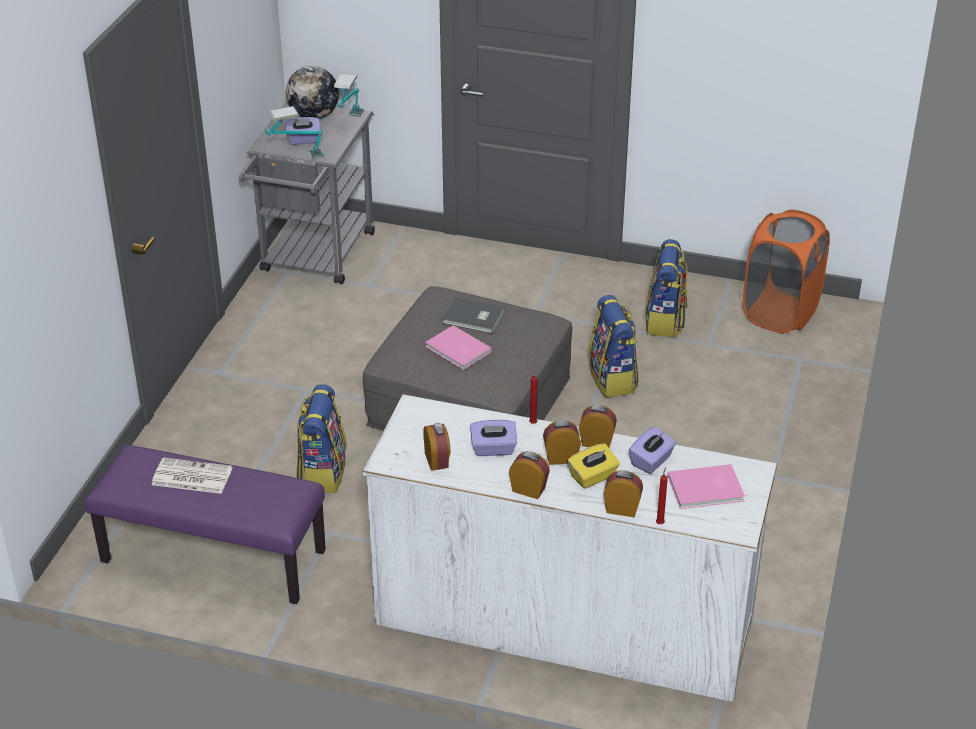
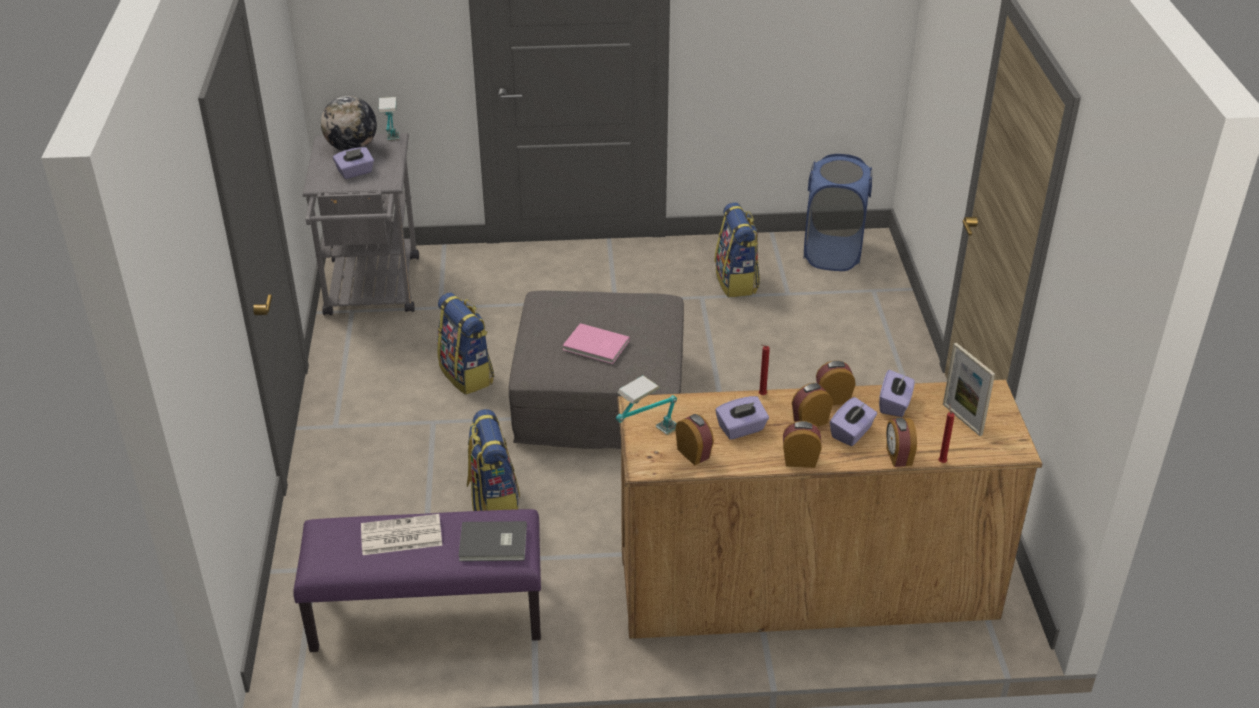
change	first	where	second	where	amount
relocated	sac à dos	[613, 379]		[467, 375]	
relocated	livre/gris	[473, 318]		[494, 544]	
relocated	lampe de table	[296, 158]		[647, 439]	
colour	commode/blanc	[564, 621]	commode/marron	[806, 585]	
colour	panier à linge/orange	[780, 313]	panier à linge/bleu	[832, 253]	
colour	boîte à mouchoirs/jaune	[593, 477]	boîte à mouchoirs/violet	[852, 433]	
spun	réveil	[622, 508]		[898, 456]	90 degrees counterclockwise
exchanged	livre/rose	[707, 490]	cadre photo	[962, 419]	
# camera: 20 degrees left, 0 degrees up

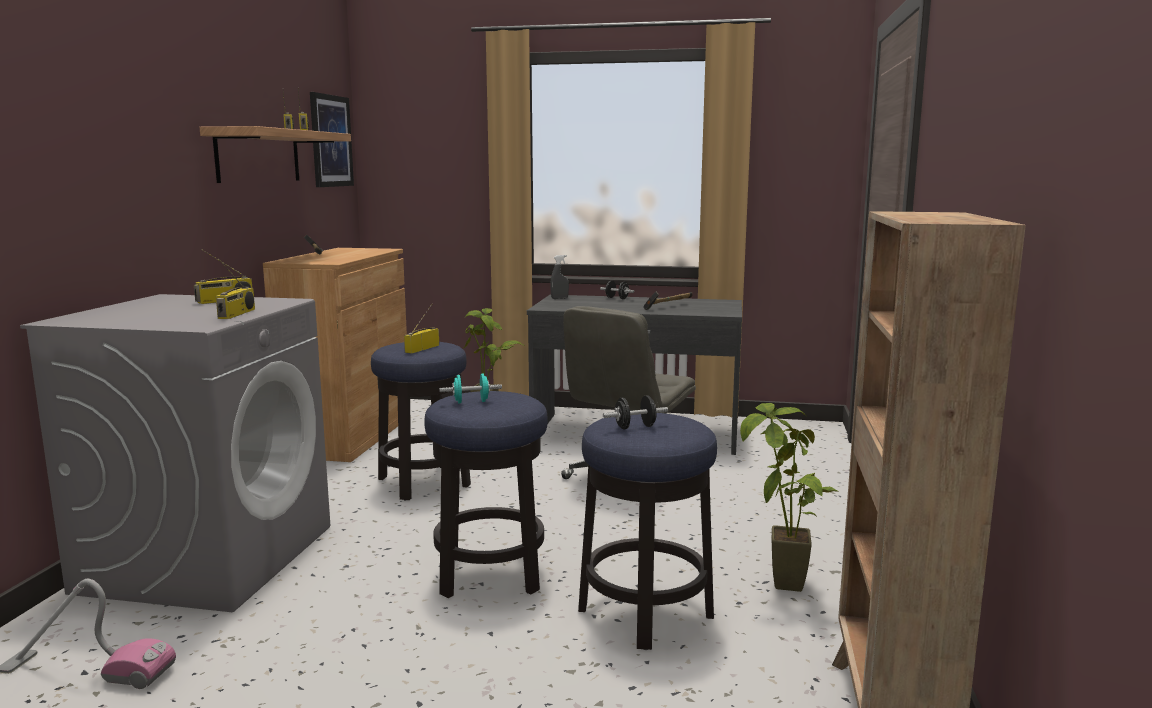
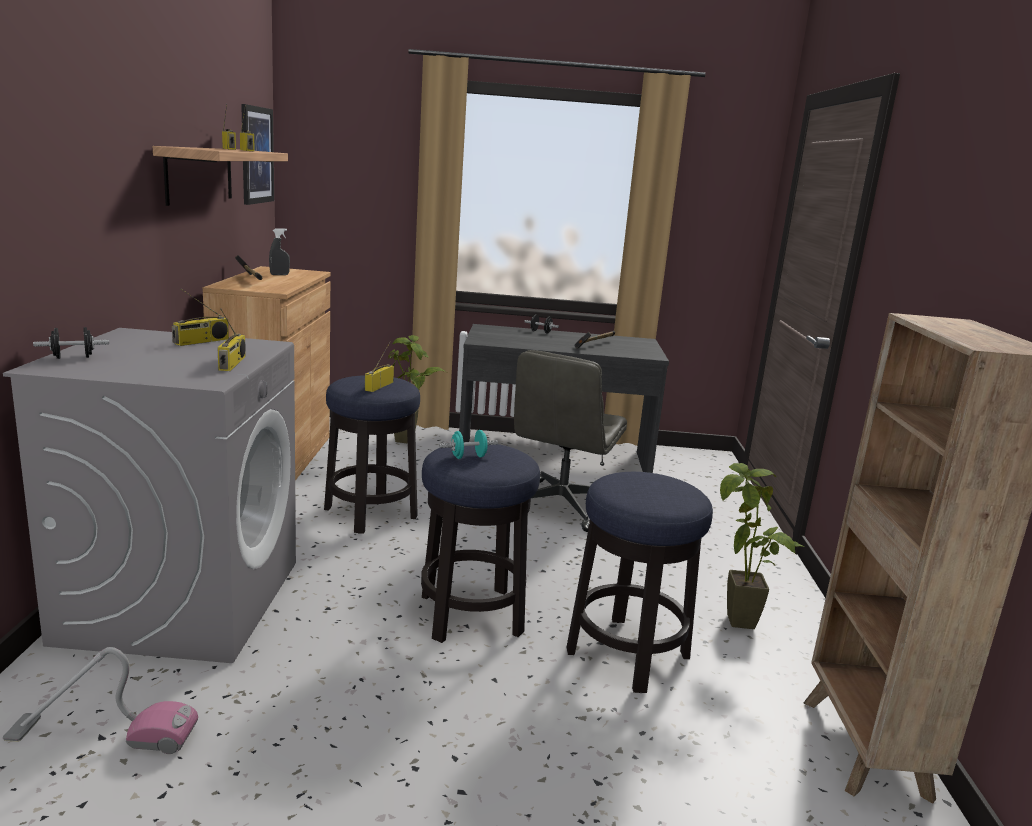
change	first	where	second	where	amount
relocated	haltère/noir	[635, 427]		[73, 357]	
relocated	vaporisateur/gris	[559, 298]		[279, 275]	
# camera: 10 degrees left, 5 degrees up

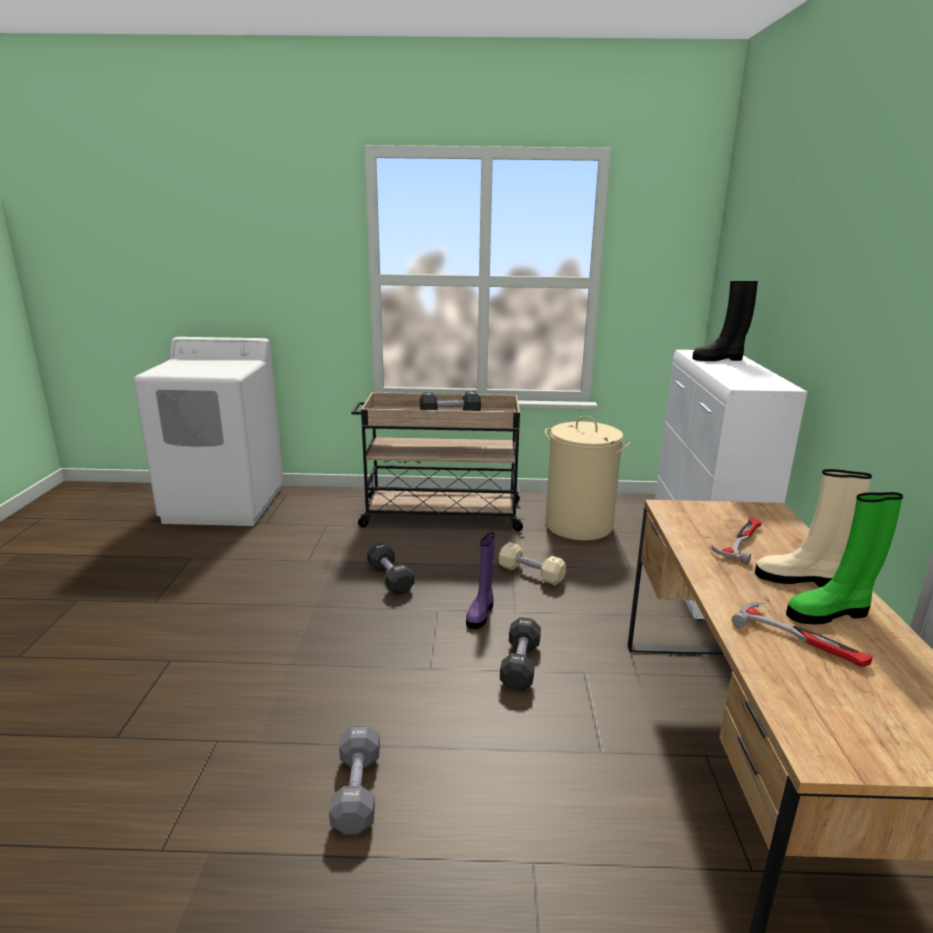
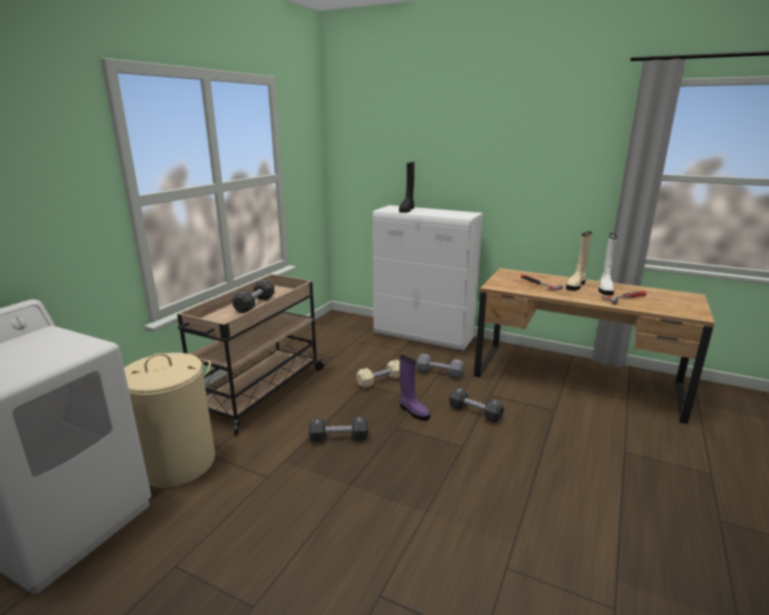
change	first	where	second	where	amount
relocated	panier à linge/beige	[579, 525]		[177, 463]	
relocated	haltère/gris	[357, 791]		[439, 373]	
colour	botte/vert	[829, 613]	botte/blanc	[605, 289]	
# camera: 65 degrees left, 0 degrees up

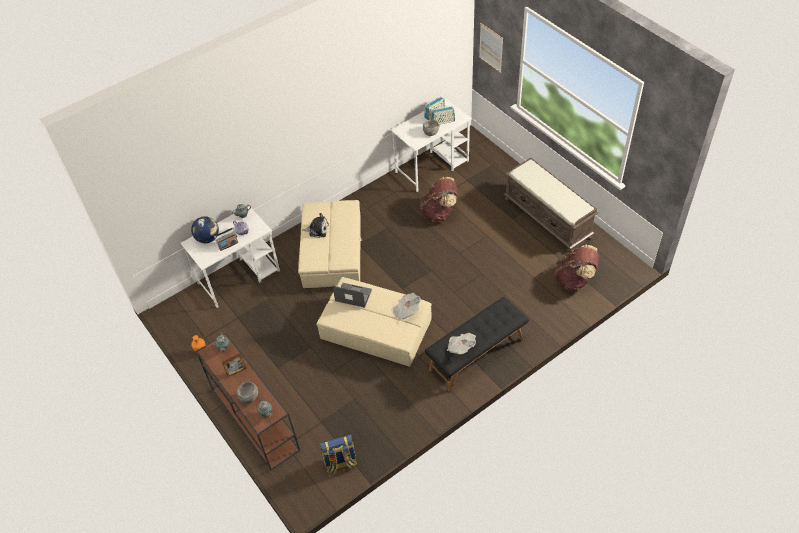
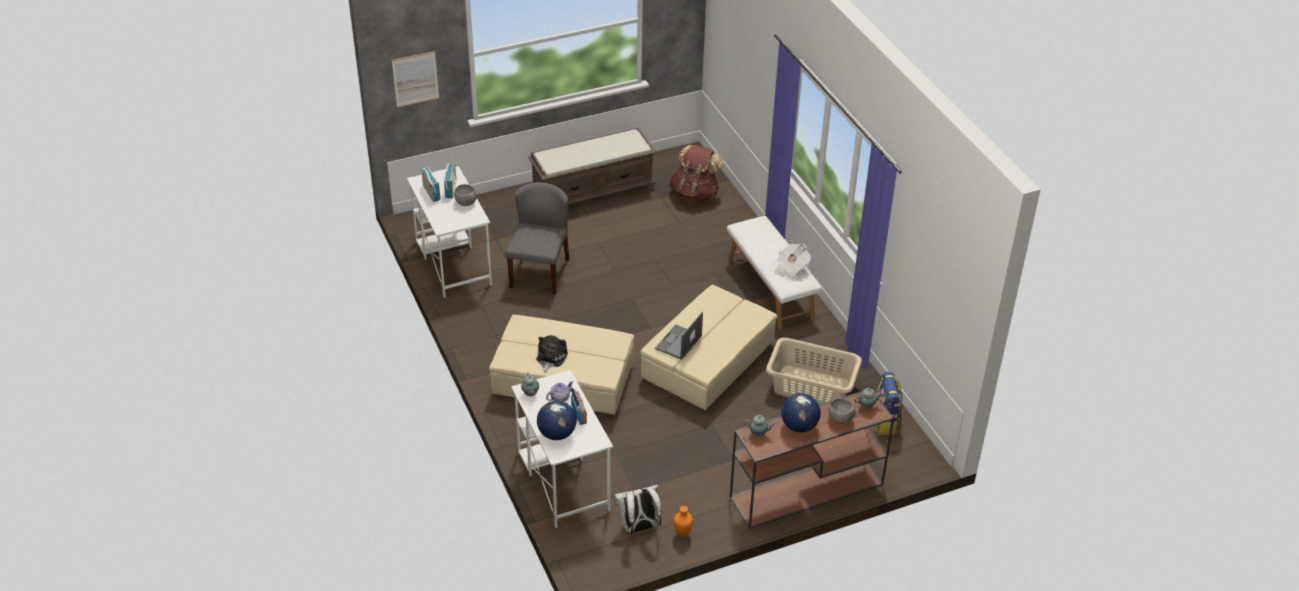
change	first	where	second	where	amount
exchanged	sac à dos/marron	[439, 212]	chaise/gris	[539, 273]	
appeared			sac à dos/blanc	[638, 527]	
colour	banc/noir	[476, 354]	banc/blanc	[771, 288]	
appeared			panier à linge/beige	[811, 387]	
exchanged	cadre photo	[236, 372]	globe	[799, 426]	
missing	journal	[406, 311]			
# camera: 80 degrees left, 10 degrees down

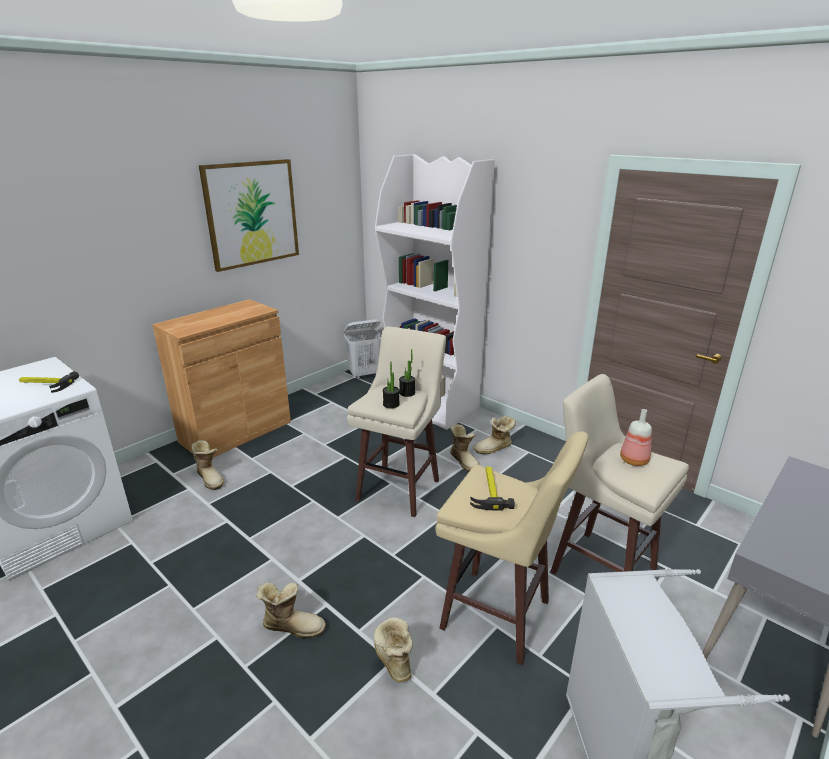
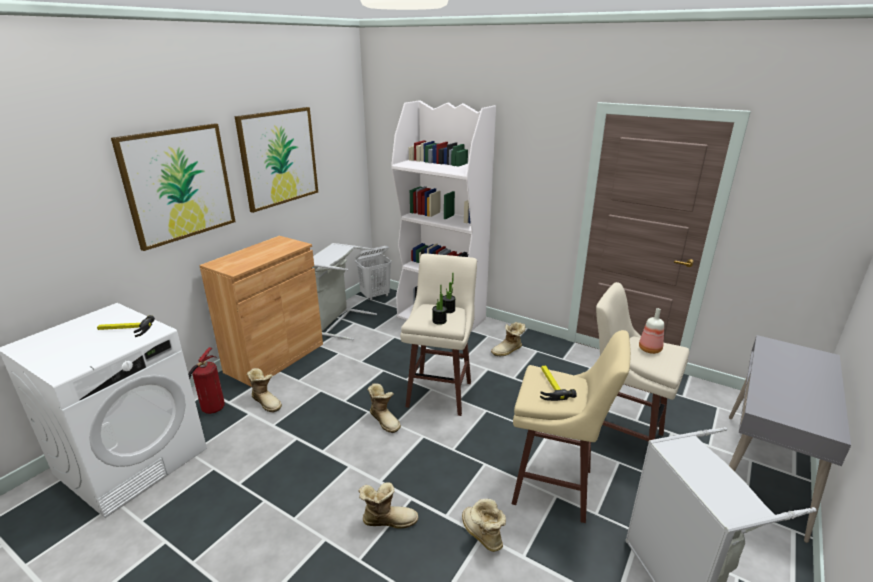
change	first	where	second	where	amount
appeared			tableau	[179, 184]	
appeared			extincteur	[211, 409]	
appeared			panier à linge/gris	[338, 322]	
relocated	botte	[465, 461]		[385, 420]	
# camera: 10 degrees left, 0 degrees up

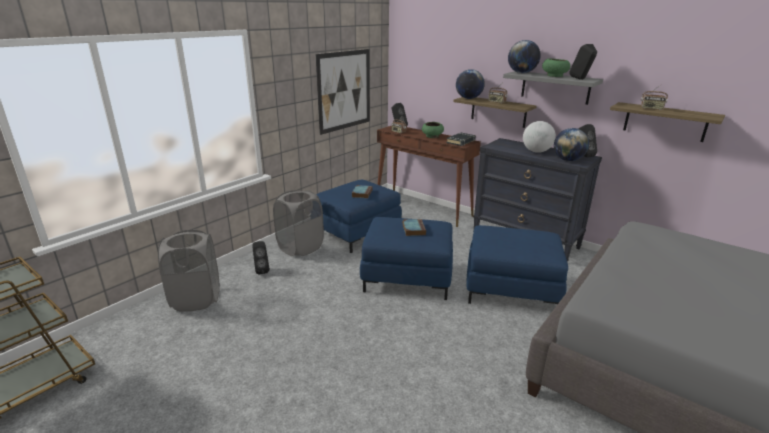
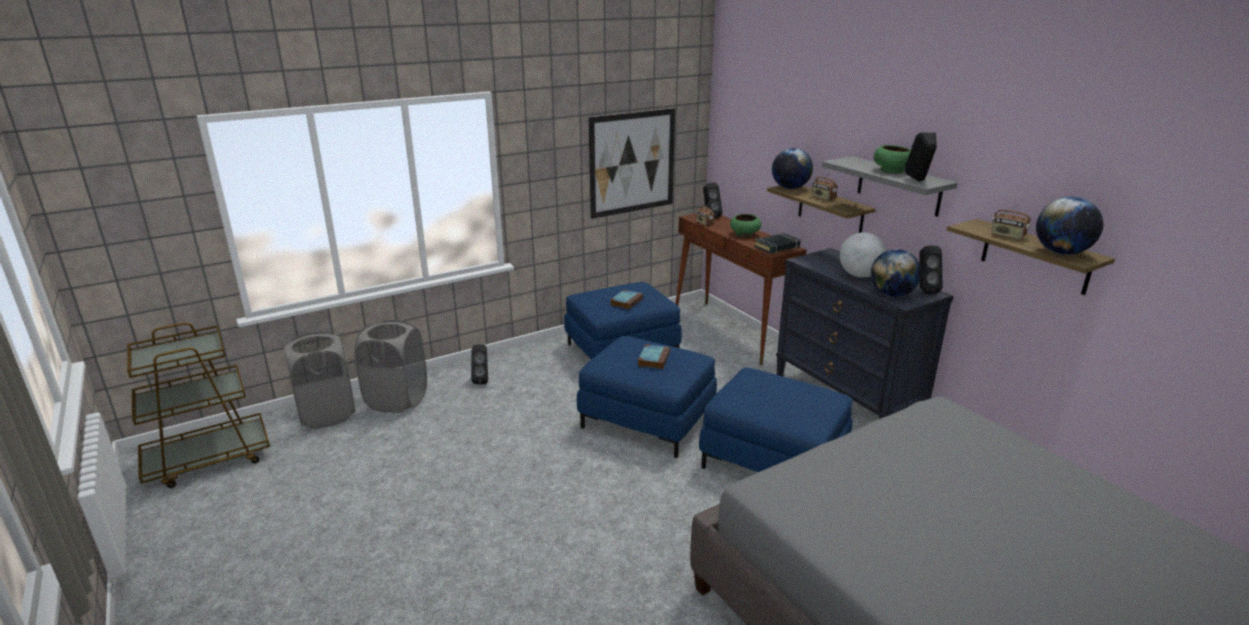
change	first	where	second	where	amount
relocated	panier à linge/gris	[300, 247]		[327, 414]	
relocated	globe	[521, 73]		[1061, 253]	
# camera: 20 degrees right, 0 degrees up

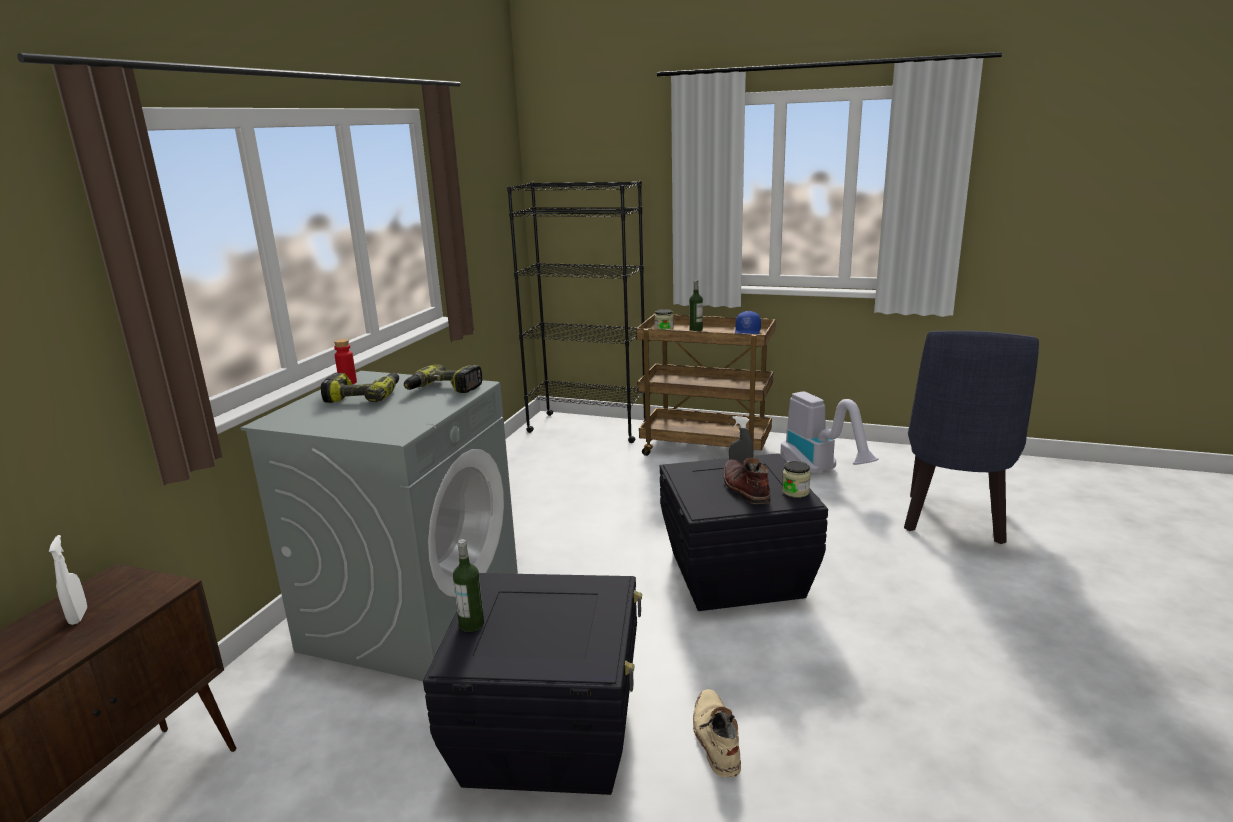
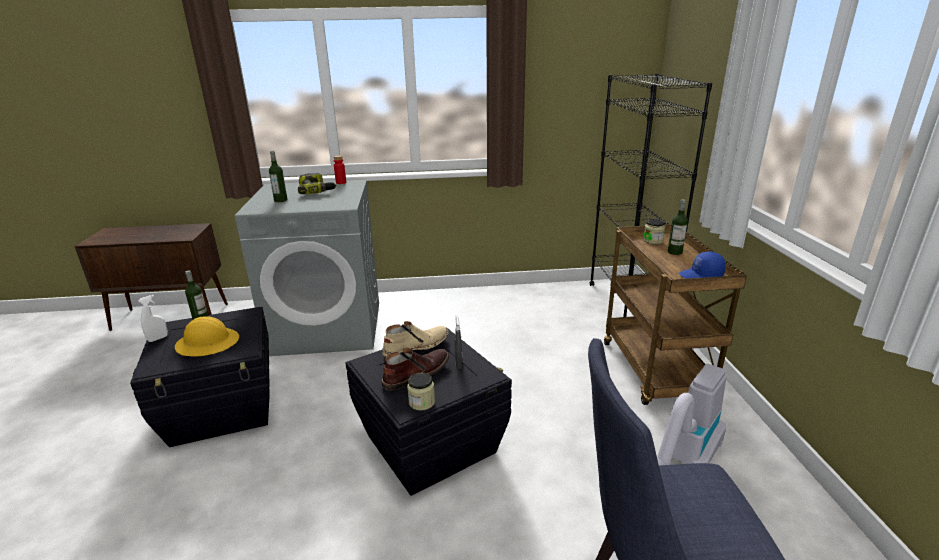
change	first	where	second	where	amount
relocated	vaporisateur/blanc	[78, 616]		[158, 338]	
appeared			casque de chantier/jaune	[208, 343]	
appeared			bouteille	[280, 200]	
relocated	botte/beige	[715, 739]		[415, 346]	
missing	perceuse	[443, 389]			
# camera: 65 degrees right, 5 degrees up

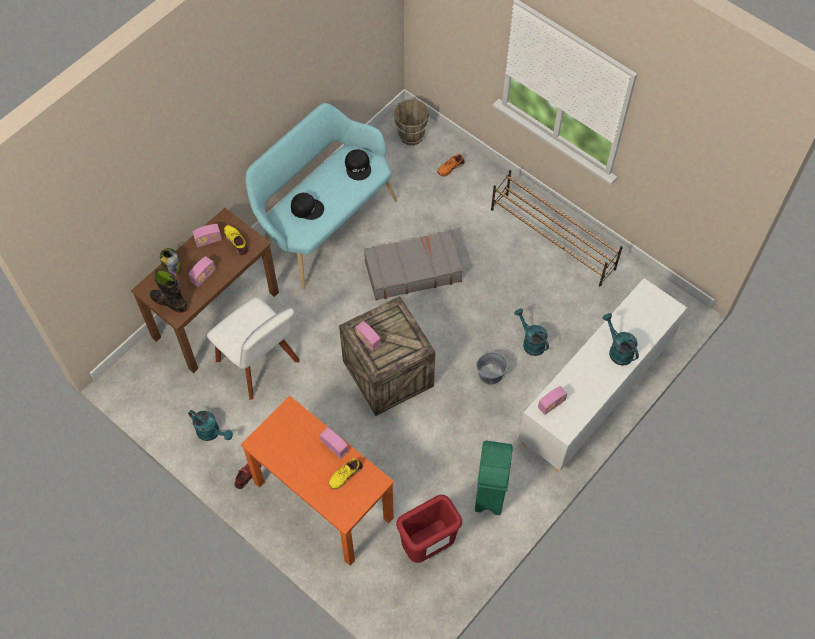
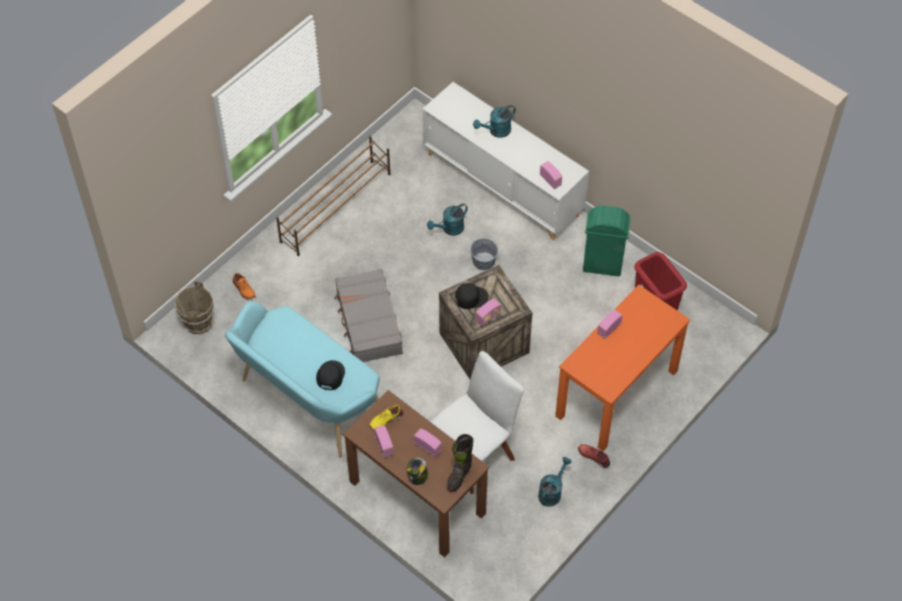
change	first	where	second	where	amount
relocated	casquette/noir	[358, 166]		[471, 297]	
missing	chaussure/jaune	[345, 475]			
# camera: 90 degrees left, 5 degrees down

